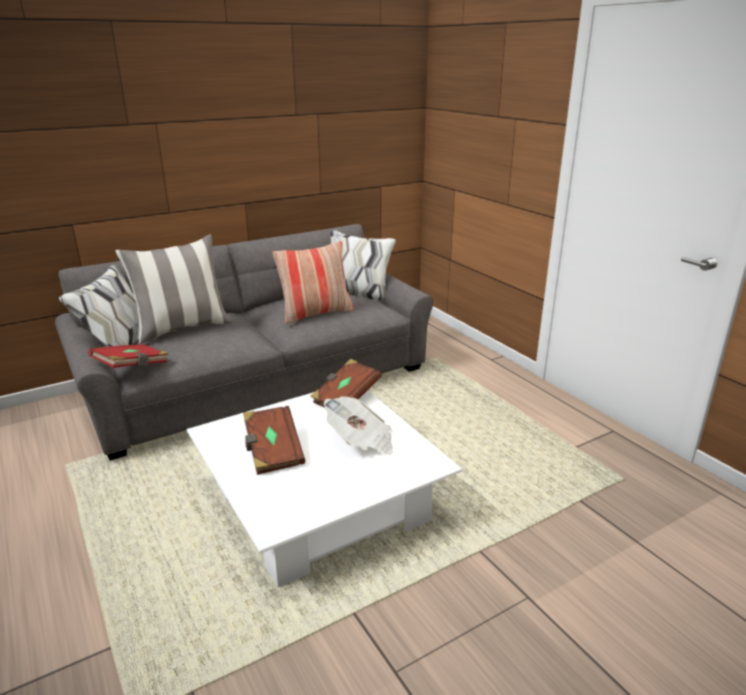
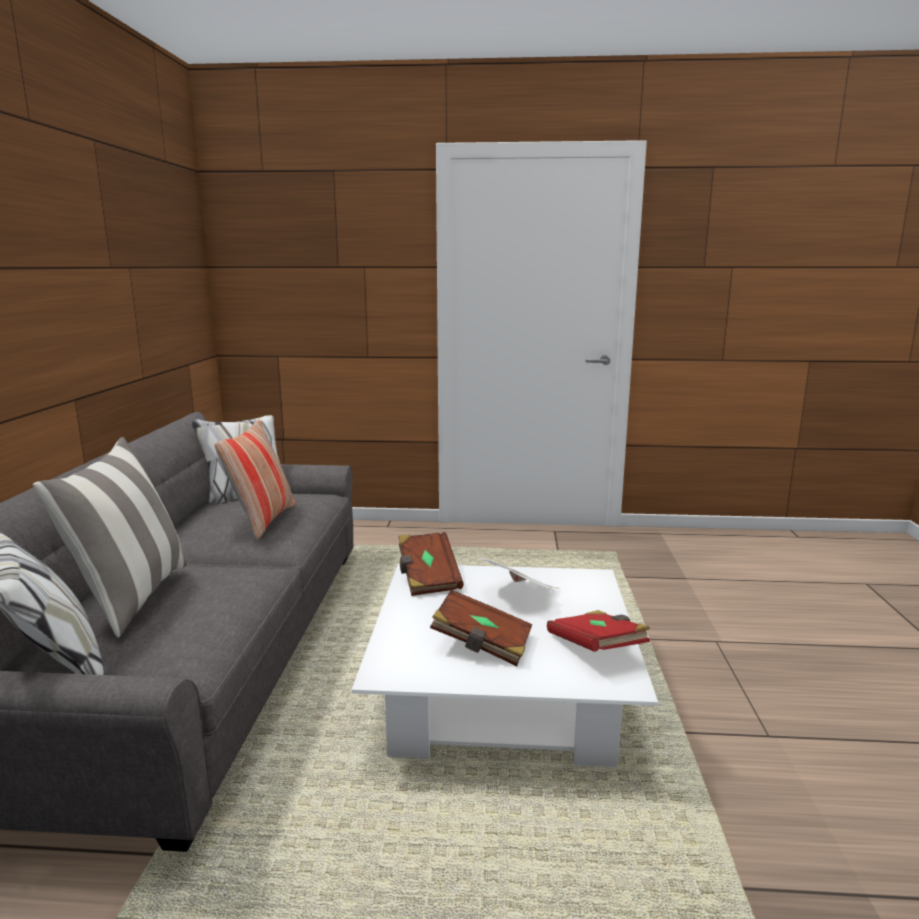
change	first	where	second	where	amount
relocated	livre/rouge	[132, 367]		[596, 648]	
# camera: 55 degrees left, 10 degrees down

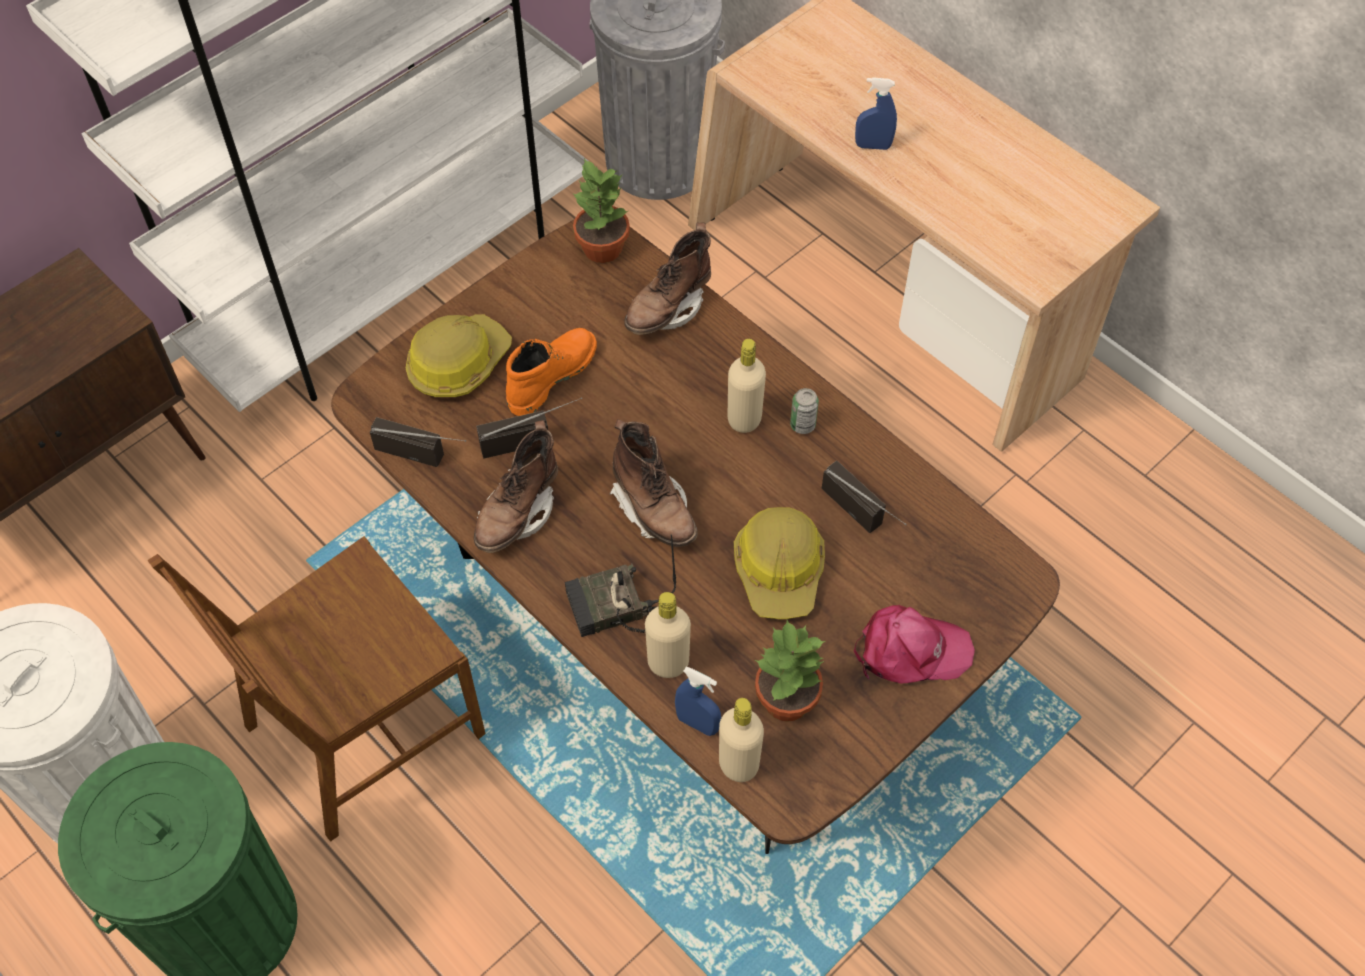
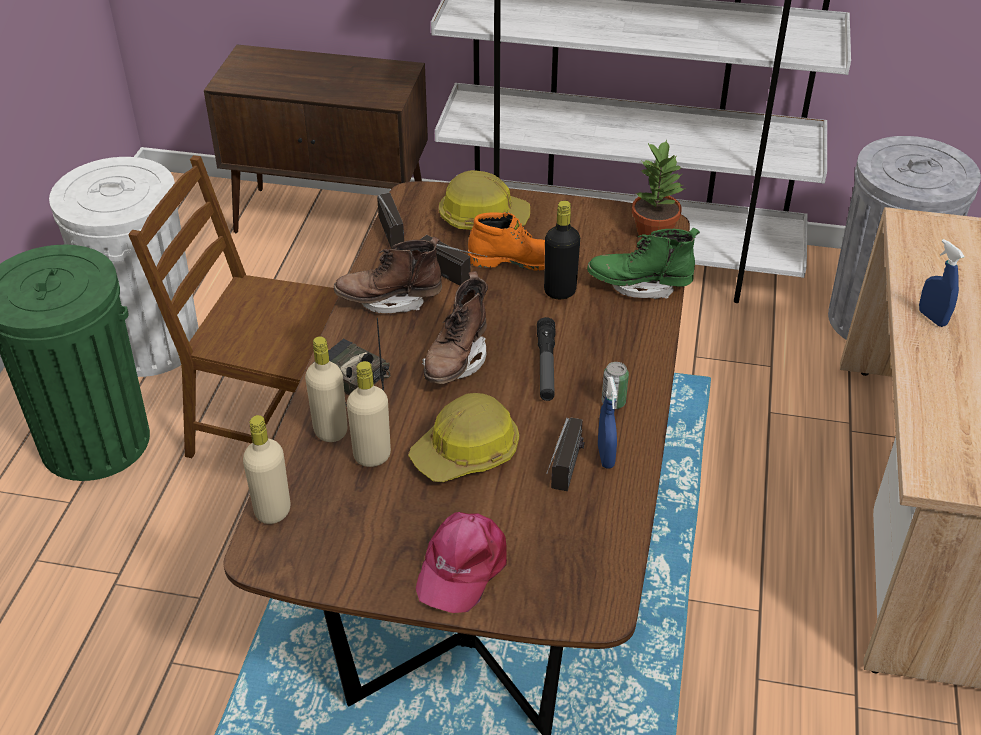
change	first	where	second	where	amount
relocated	bouteille/beige	[744, 419]		[372, 456]	
spun	casquette/rose	[910, 651]		[462, 566]	60 degrees clockwise
appeared			lampe de poche	[546, 366]	
appeared			bouteille/noir	[560, 291]	
colour	botte/marron	[668, 308]	botte/vert	[639, 285]	
relocated	vaporisateur/bleu	[697, 723]		[605, 456]	
missing	plante en pot	[786, 701]			
# camera: 55 degrees right, 15 degrees down

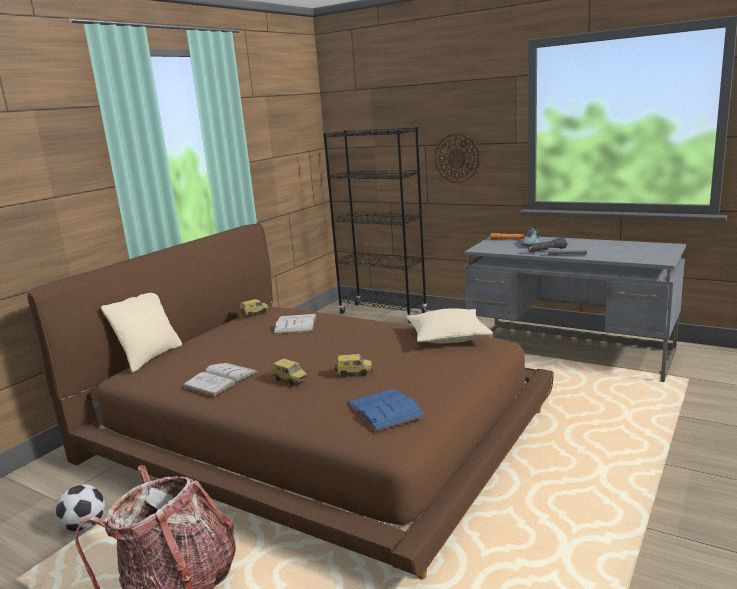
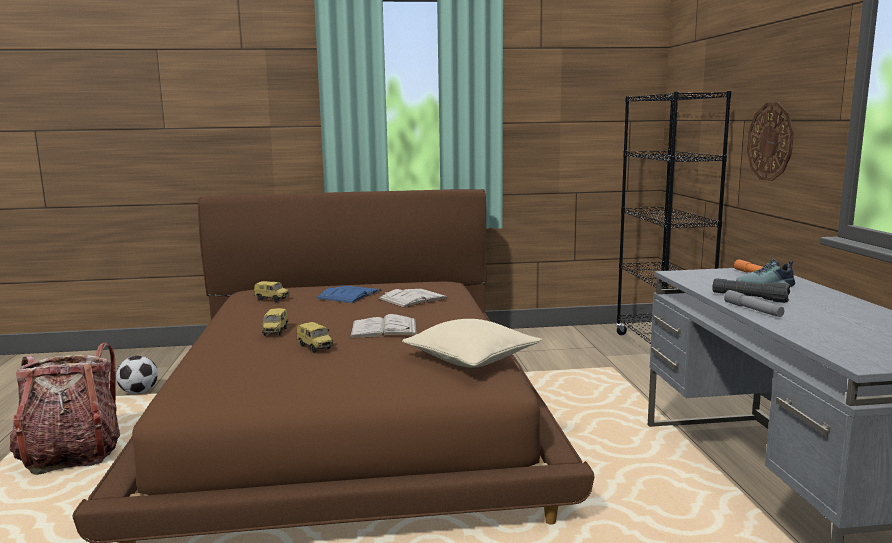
change	first	where	second	where	amount
relocated	petite voiture	[255, 314]		[272, 299]	
relocated	livre/bleu	[385, 409]		[349, 295]	
relocated	livre/blanc	[220, 379]		[384, 329]	
missing	coussin/beige	[150, 357]			
# camera: 50 degrees right, 5 degrees down

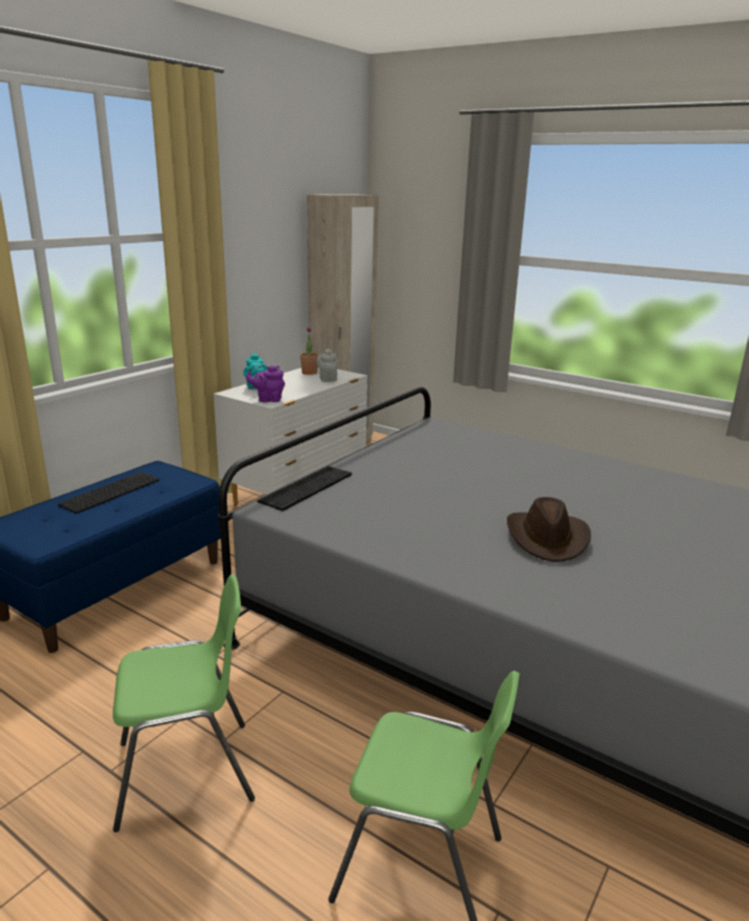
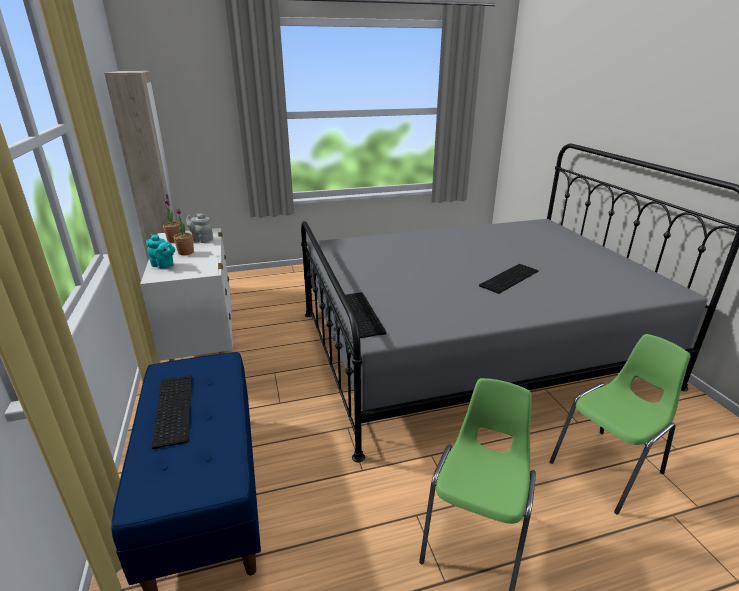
change	first	where	second	where	amount
appeared			plante en pot	[186, 252]	
exchanged	chapeau/marron	[547, 538]	clavier	[508, 278]	
missing	théière/violet	[268, 400]			
# camera: 50 degrees left, 5 degrees up

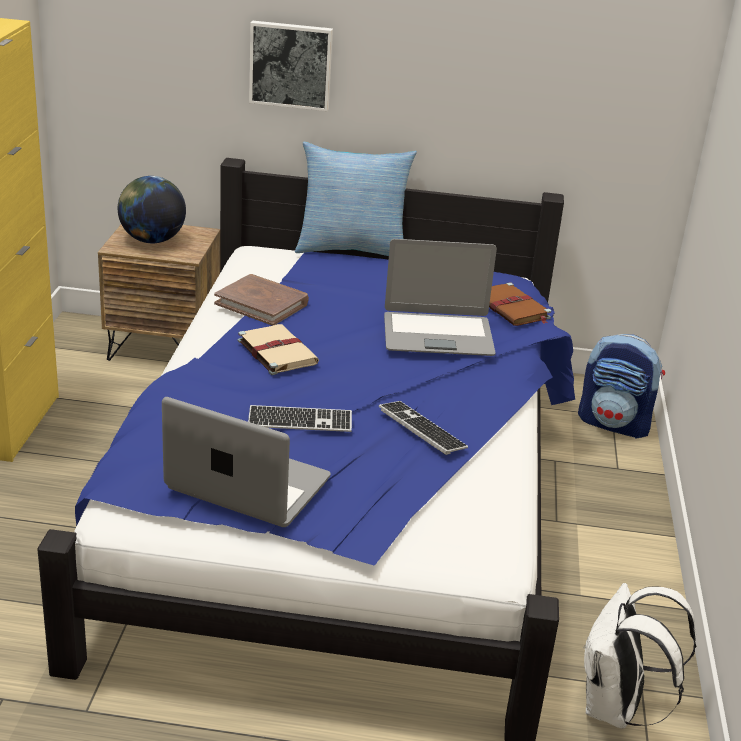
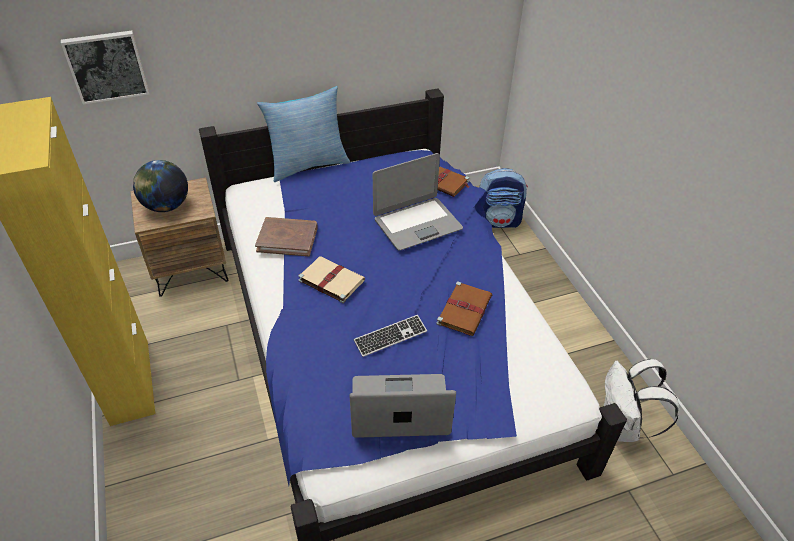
change	first	where	second	where	amount
relocated	tableau	[291, 65]		[106, 66]	
exchanged	clavier	[422, 429]	livre/marron	[464, 309]	
# camera: 25 degrees left, 15 degrees up

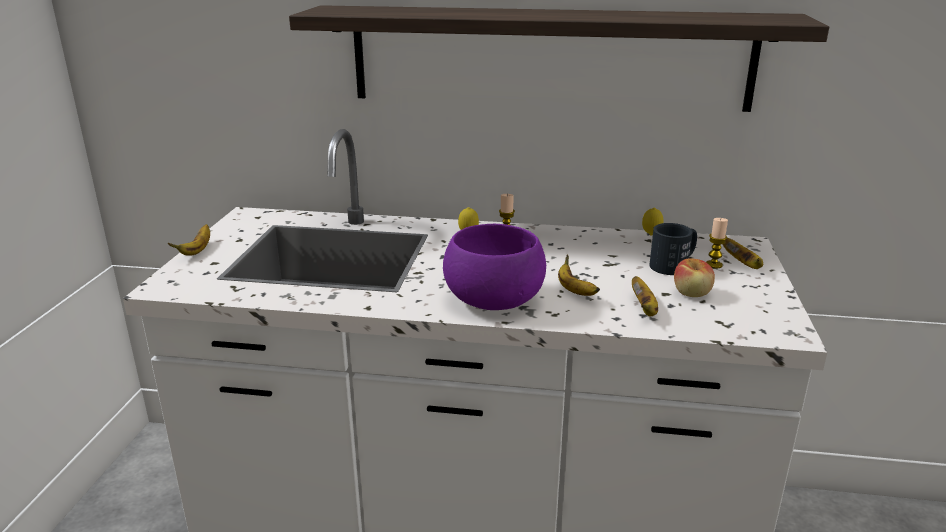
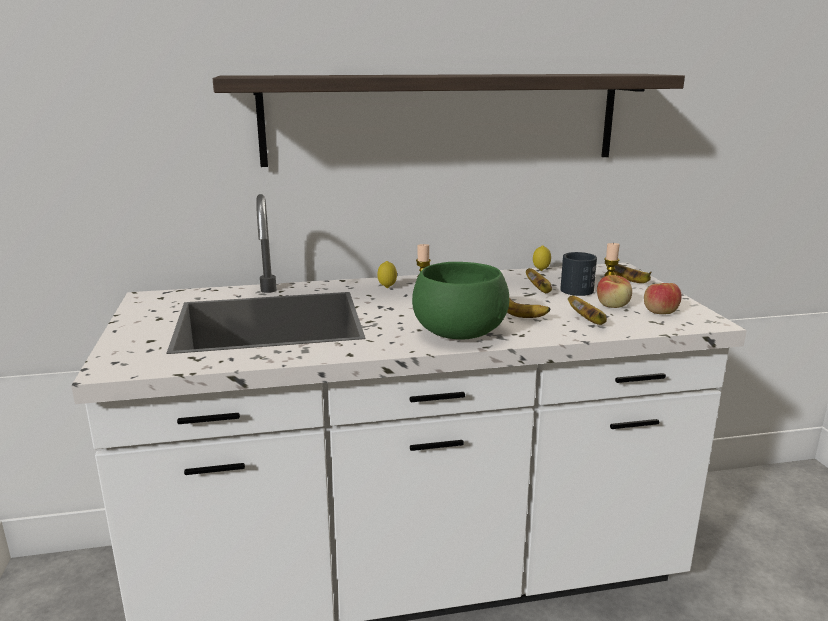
change	first	where	second	where	amount
colour	bol/violet	[492, 300]	bol/vert	[458, 332]	
relocated	banane	[197, 250]		[539, 290]	
appeared			pomme	[659, 312]	
# camera: 20 degrees left, 5 degrees down

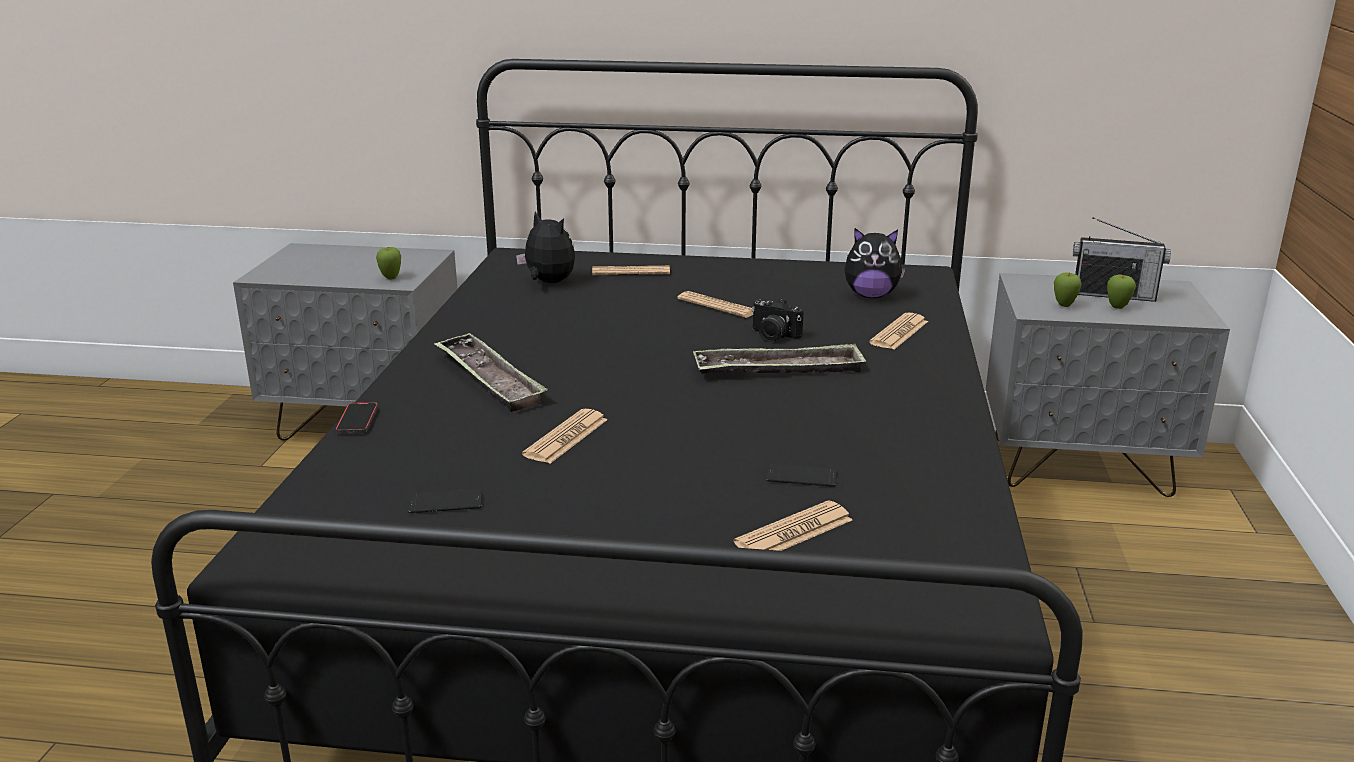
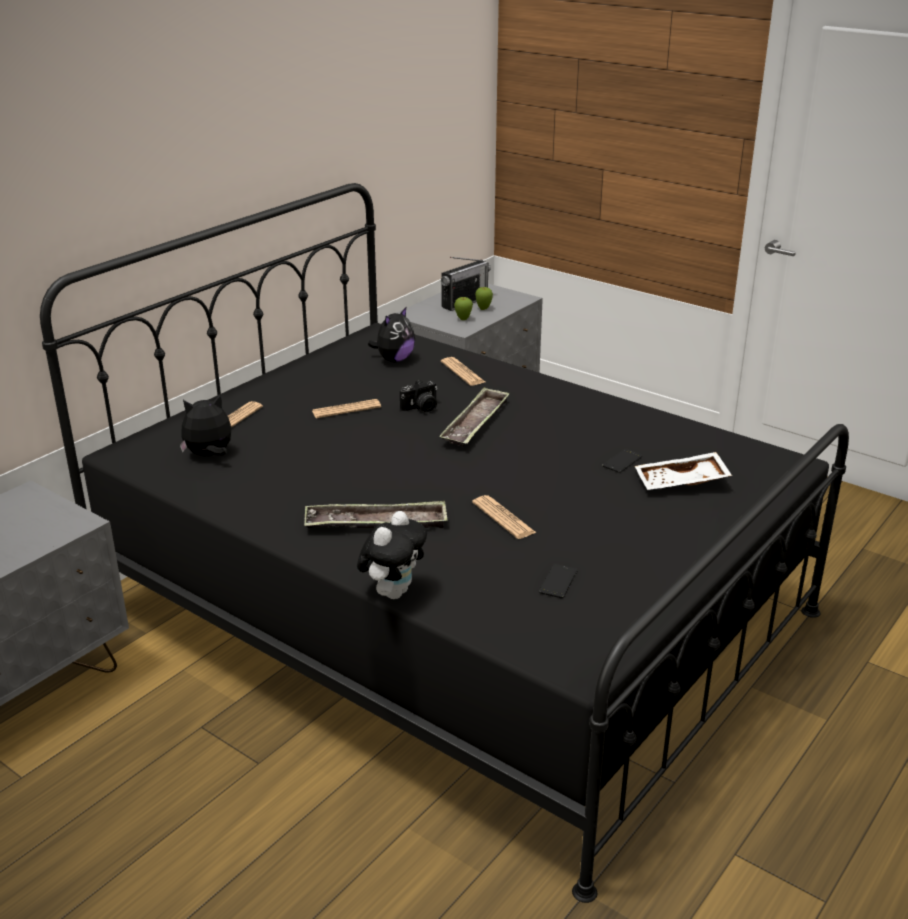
change	first	where	second	where	amount
exchanged	téléphone	[357, 421]	peluche	[393, 592]	
exchanged	journal	[794, 532]	plateau/blanc	[681, 483]	
missing	pomme	[391, 278]			
# camera: 60 degrees left, 5 degrees up

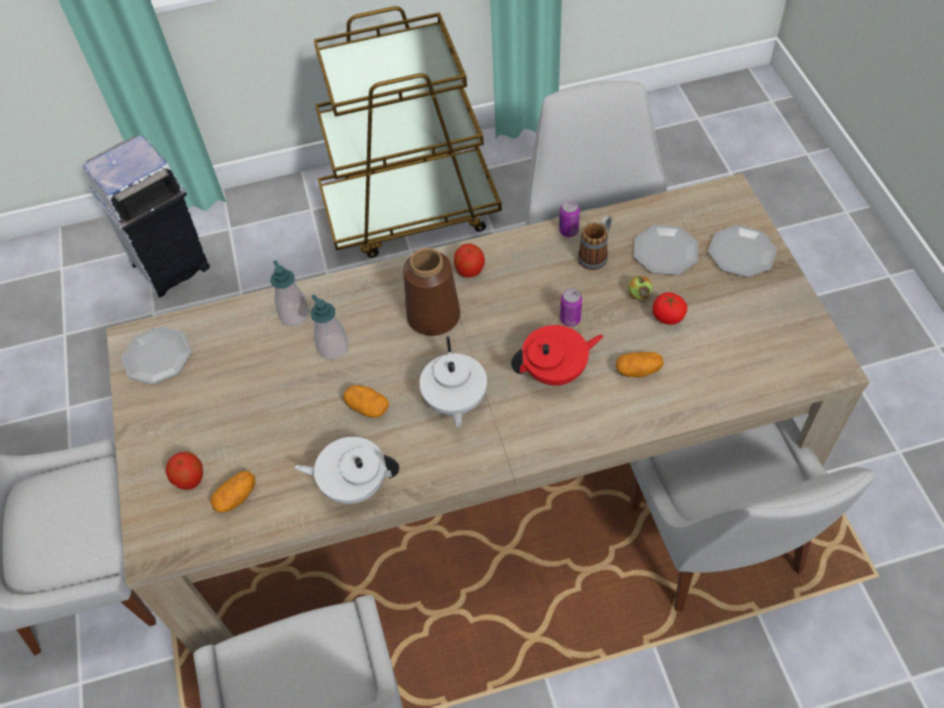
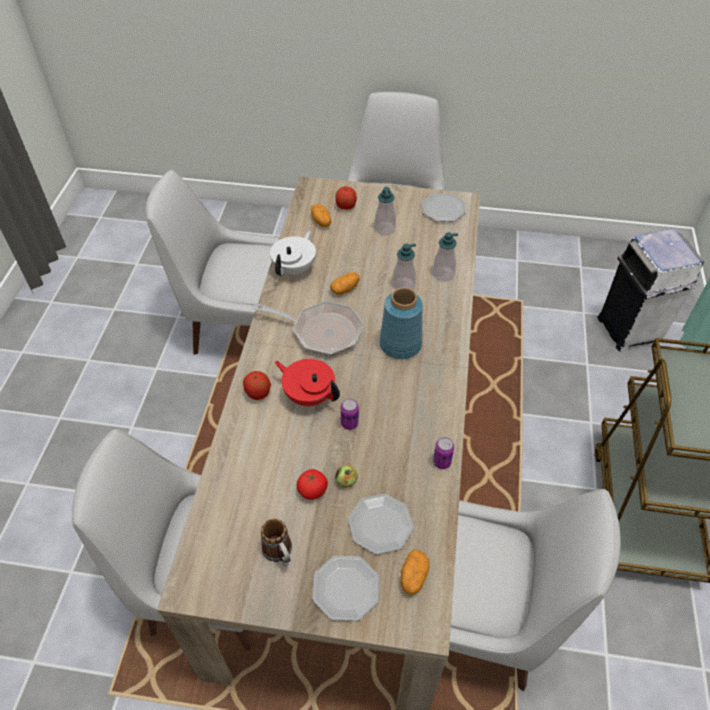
change	first	where	second	where	amount
relocated	pomme	[470, 270]		[258, 393]	
exchanged	théière/blanc	[454, 401]	poêle	[321, 332]	
relocated	mug	[596, 254]		[280, 554]	
spun	théière/rouge	[555, 371]		[309, 395]	120 degrees clockwise
appeared			distributeur de savon	[384, 229]	
colour	vase/marron	[432, 315]	vase/bleu	[401, 344]	
relocated	pomme de terre	[638, 370]		[413, 576]	
# camera: 110 degrees right, 5 degrees down

